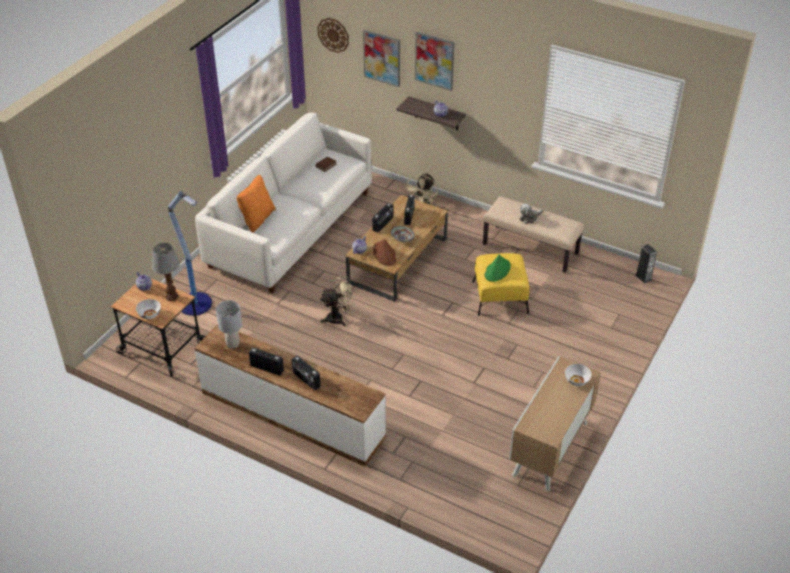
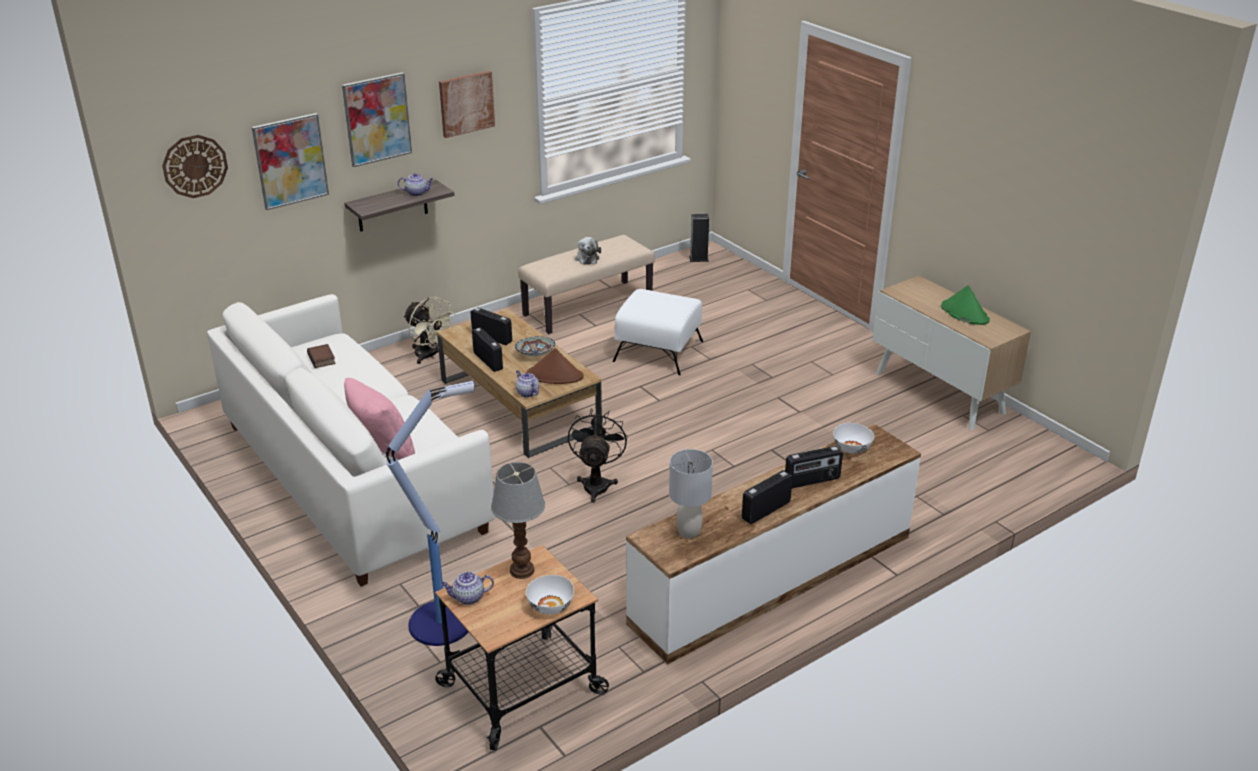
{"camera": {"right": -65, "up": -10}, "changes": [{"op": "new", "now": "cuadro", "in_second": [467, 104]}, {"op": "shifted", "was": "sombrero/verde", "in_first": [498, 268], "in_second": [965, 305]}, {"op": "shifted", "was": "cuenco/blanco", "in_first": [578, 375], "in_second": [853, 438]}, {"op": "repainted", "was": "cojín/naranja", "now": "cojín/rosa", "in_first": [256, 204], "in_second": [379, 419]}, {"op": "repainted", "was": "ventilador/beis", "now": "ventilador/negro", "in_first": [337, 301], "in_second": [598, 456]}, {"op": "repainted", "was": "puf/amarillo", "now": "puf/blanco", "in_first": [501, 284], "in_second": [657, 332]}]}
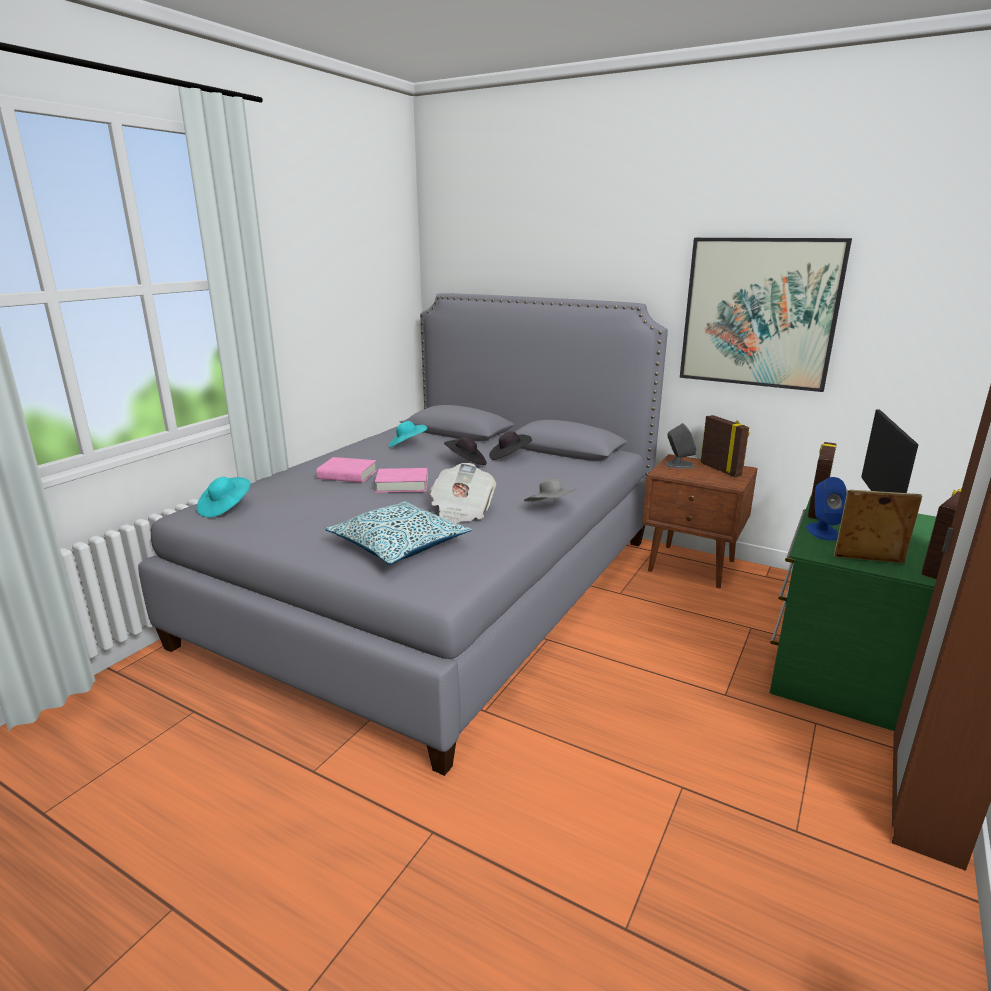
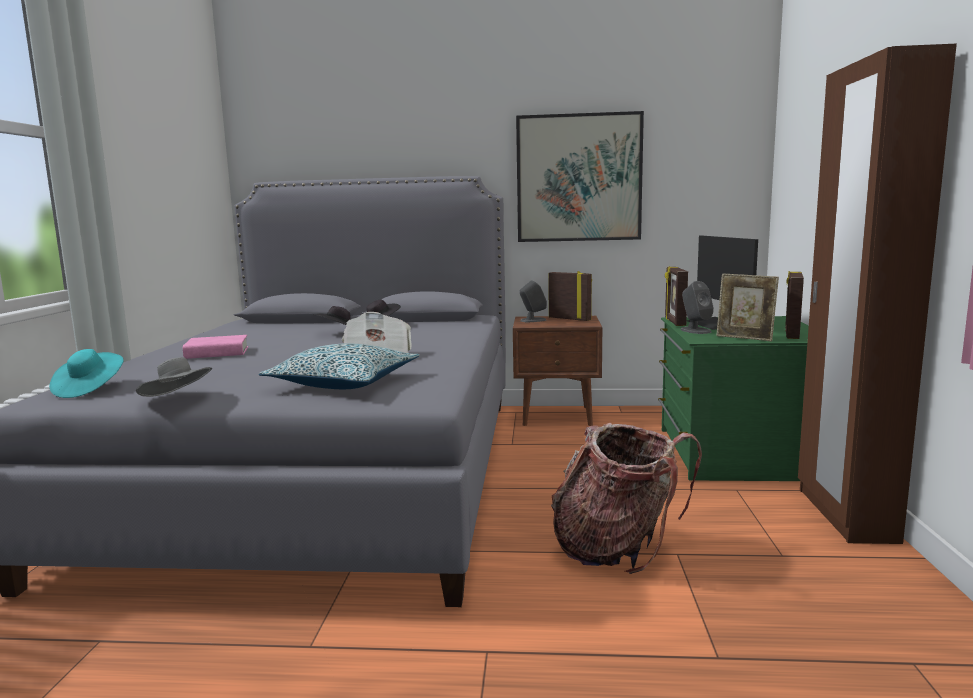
{"camera": {"right": -25, "up": -10}, "changes": [{"op": "gone", "was": "libro/rosa", "in_first": [401, 480]}, {"op": "gone", "was": "sombrero/turquesa", "in_first": [407, 434]}, {"op": "new", "now": "mochila", "in_second": [626, 498]}, {"op": "shifted", "was": "sombrero/gris", "in_first": [550, 490], "in_second": [174, 377]}, {"op": "repainted", "was": "altavoz/azul", "now": "altavoz/gris", "in_first": [826, 509], "in_second": [697, 307]}, {"op": "rotated", "was": "portarretratos", "in_first": [878, 527], "in_second": [747, 307], "clockwise": -135}]}
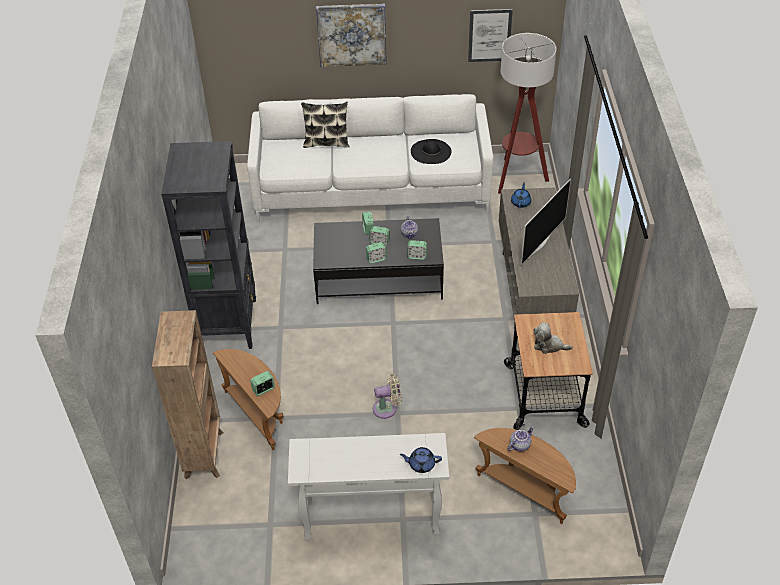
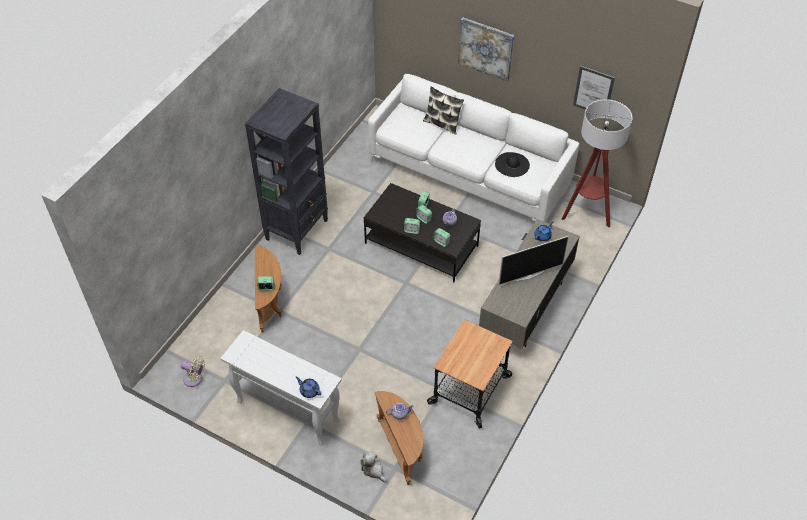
{"camera": {"right": 30, "up": 5}, "changes": [{"op": "gone", "was": "estantería/marrón", "in_first": [188, 394]}, {"op": "shifted", "was": "ventilador/beis", "in_first": [387, 396], "in_second": [193, 371]}, {"op": "shifted", "was": "peluche", "in_first": [553, 338], "in_second": [373, 467]}]}
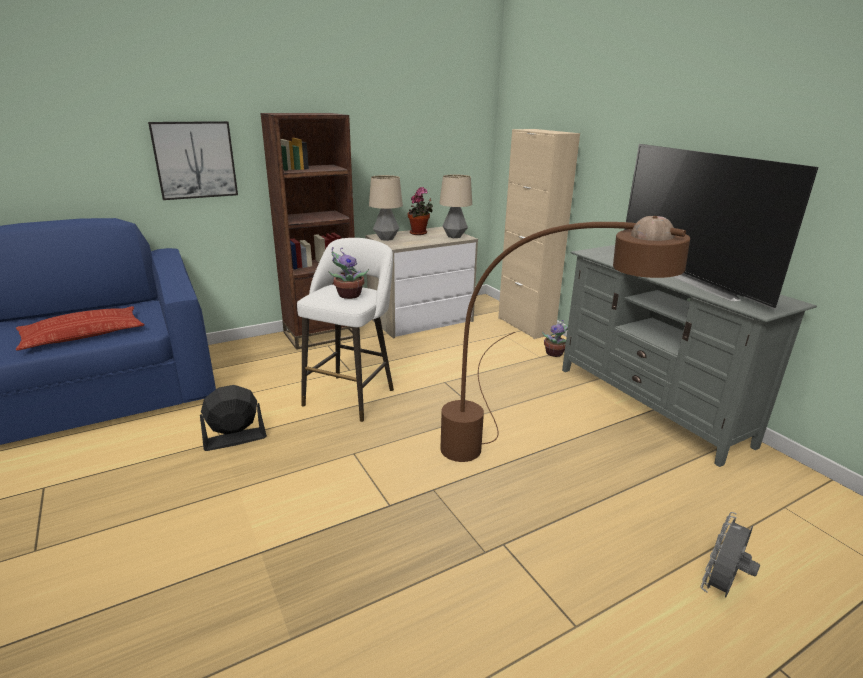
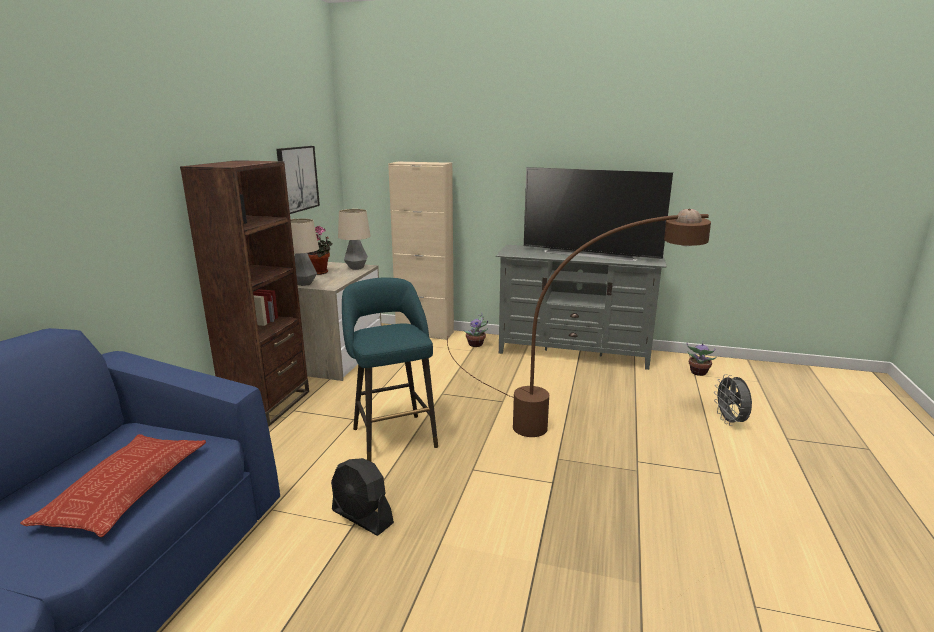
{"camera": {"right": -45, "up": -5}, "changes": [{"op": "shifted", "was": "cuadro", "in_first": [193, 160], "in_second": [298, 180]}, {"op": "shifted", "was": "planta en maceta", "in_first": [348, 273], "in_second": [701, 358]}, {"op": "repainted", "was": "taburete/blanco", "now": "taburete/turquesa", "in_first": [345, 330], "in_second": [390, 370]}, {"op": "rotated", "was": "ventilador/negro", "in_first": [233, 418], "in_second": [362, 497], "clockwise": -75}]}
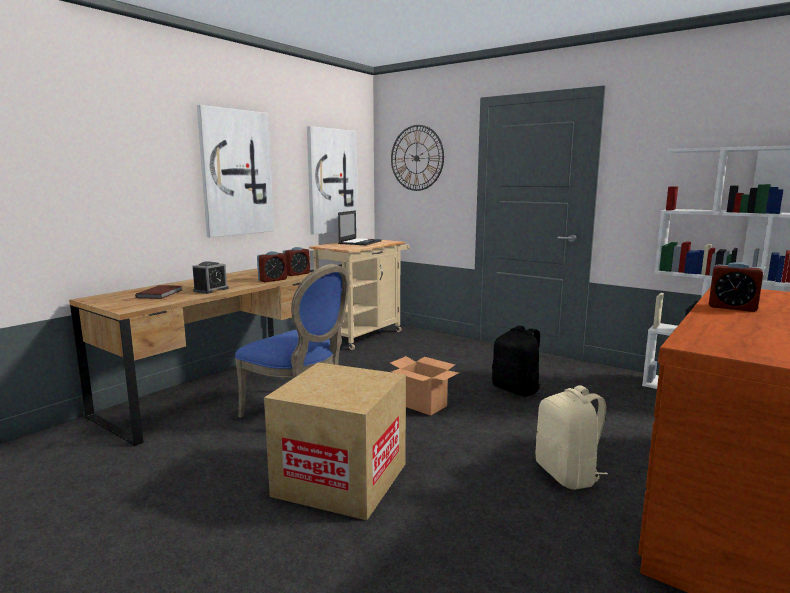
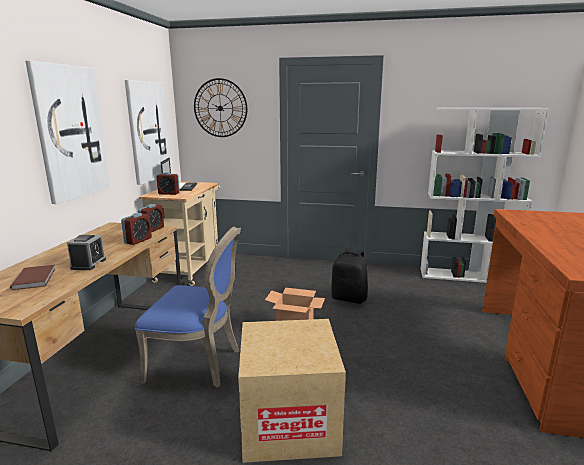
{"camera": {"right": -25, "up": 5}, "changes": [{"op": "gone", "was": "mochila/beis", "in_first": [572, 437]}, {"op": "shifted", "was": "despertador", "in_first": [736, 287], "in_second": [168, 183]}]}
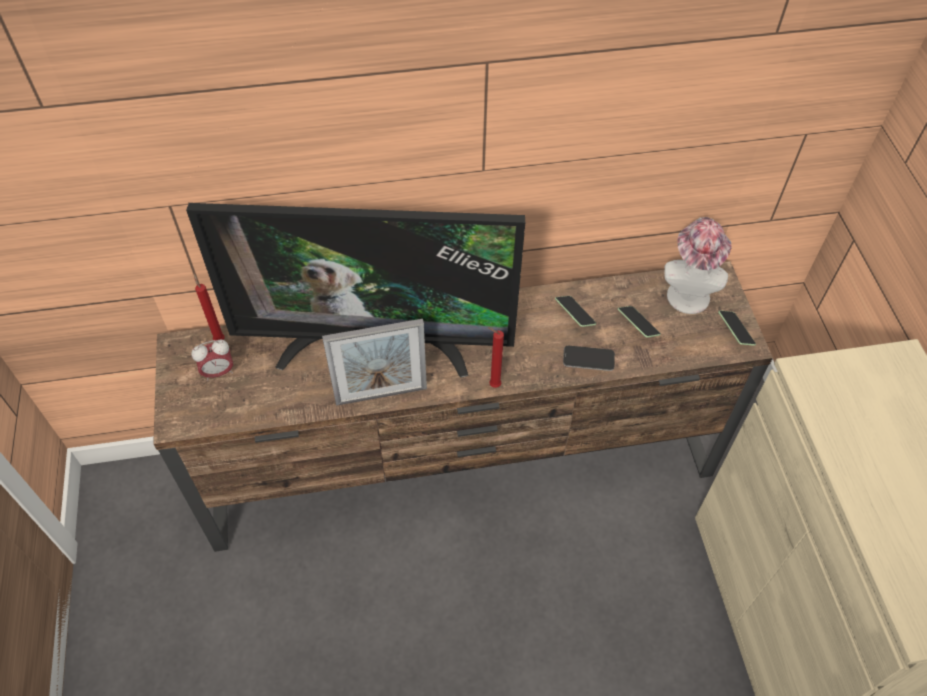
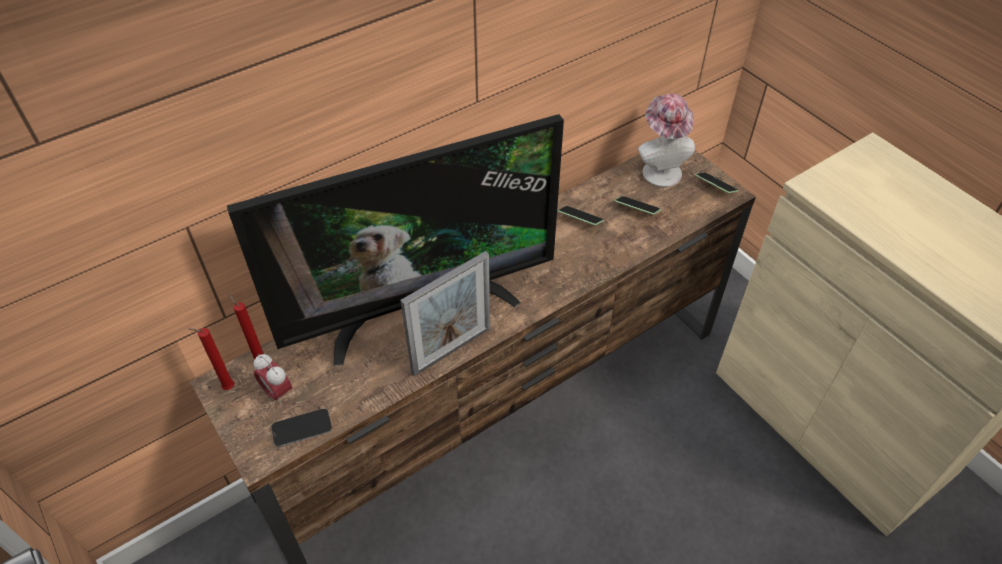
{"camera": {"right": -25, "up": -5}, "changes": [{"op": "shifted", "was": "vela/rojo", "in_first": [496, 357], "in_second": [211, 359]}, {"op": "shifted", "was": "móvil", "in_first": [589, 358], "in_second": [301, 428]}, {"op": "rotated", "was": "despertador", "in_first": [212, 360], "in_second": [272, 379], "clockwise": 90}]}
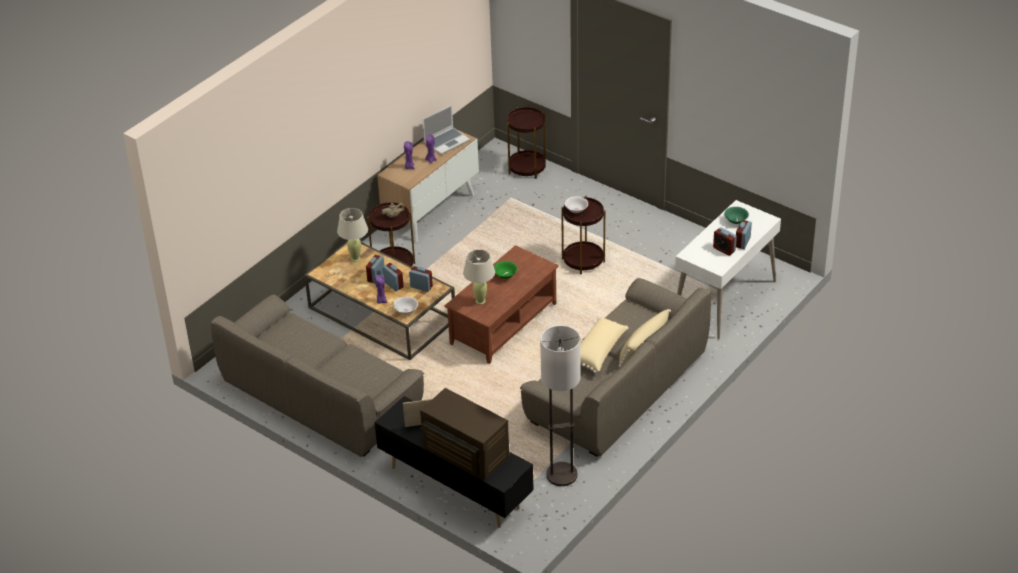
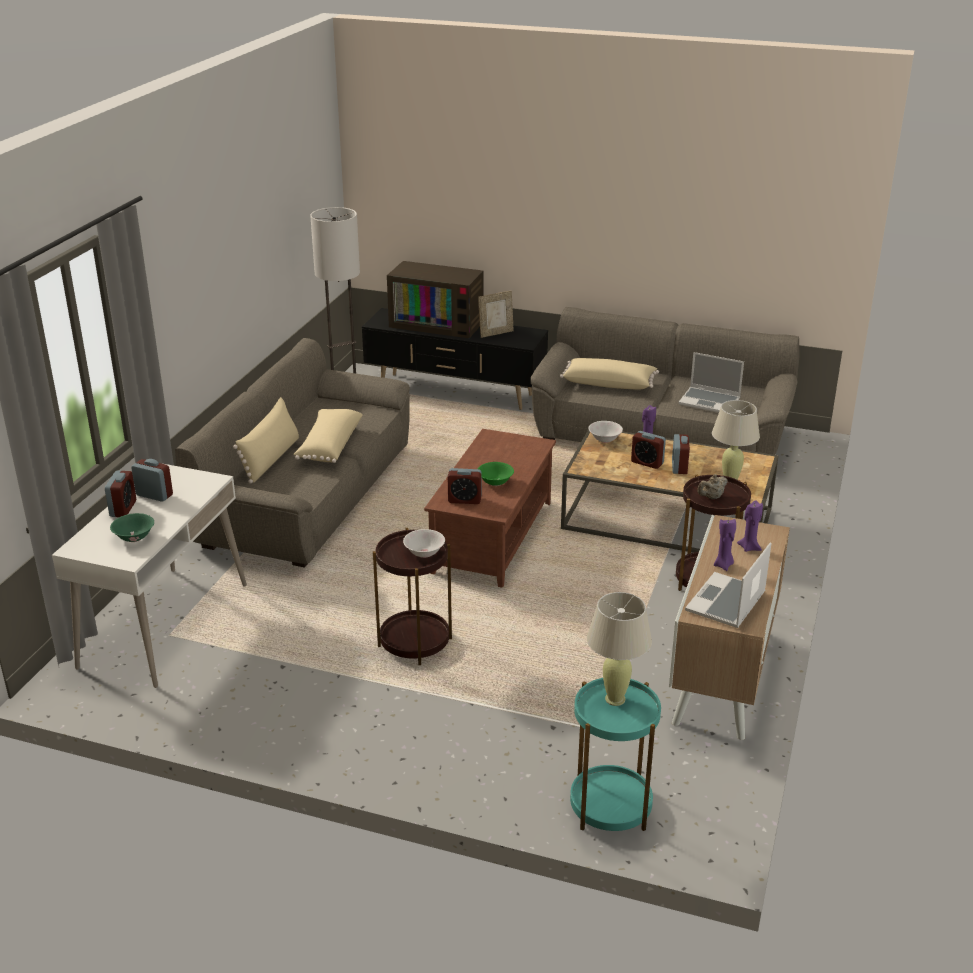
{"camera": {"right": 160, "up": -10}, "changes": [{"op": "new", "now": "cojín/beis", "in_second": [609, 373]}, {"op": "new", "now": "portátil", "in_second": [711, 382]}, {"op": "shifted", "was": "despertador", "in_first": [421, 279], "in_second": [465, 486]}, {"op": "shifted", "was": "lámpara de mesa/beis", "in_first": [479, 277], "in_second": [619, 649]}, {"op": "repainted", "was": "mesa auxiliar/marrón", "now": "mesa auxiliar/turquesa", "in_first": [526, 143], "in_second": [615, 754]}]}
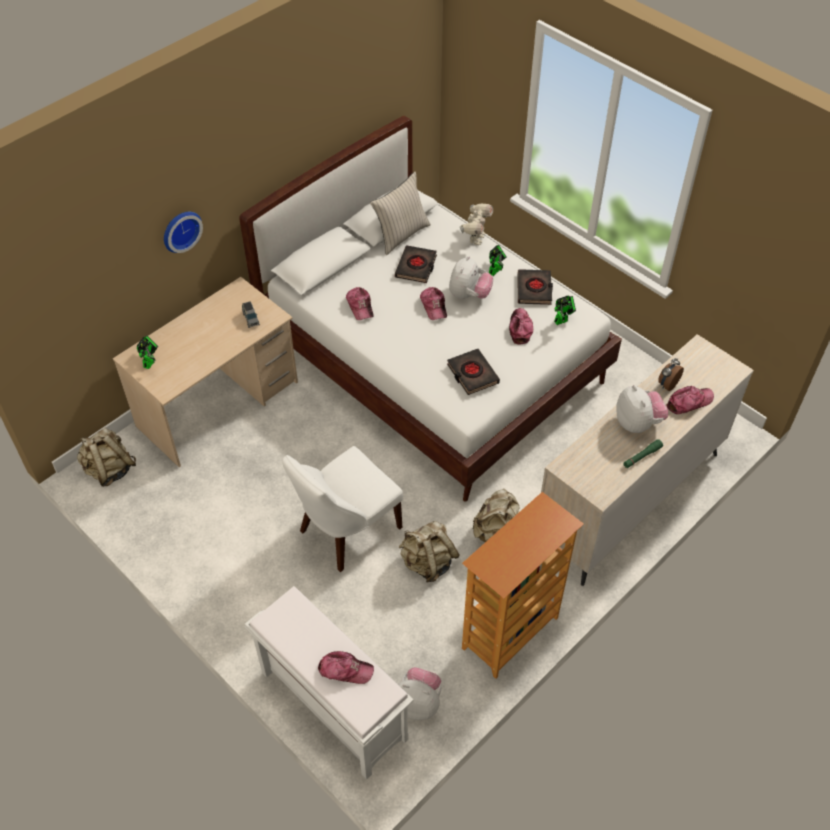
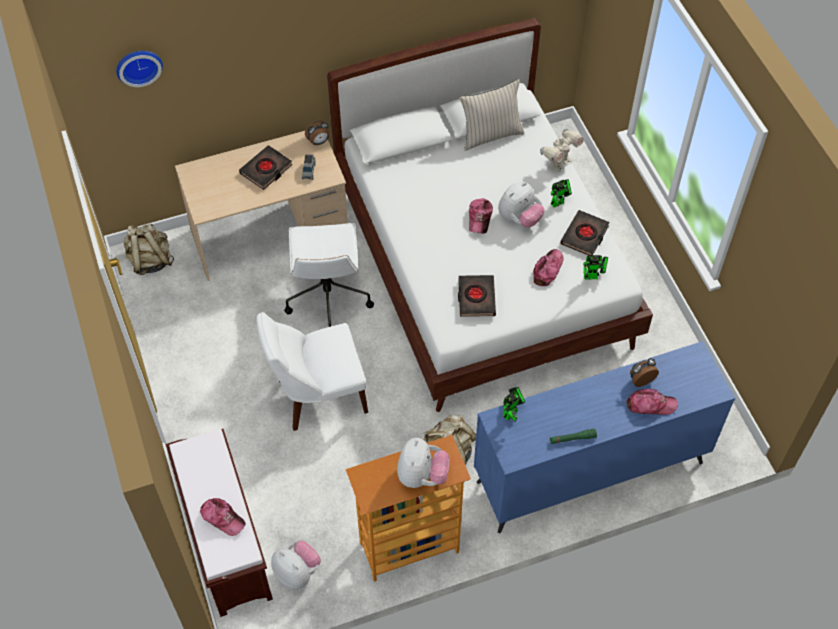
{"camera": {"right": 25, "up": 5}, "changes": [{"op": "gone", "was": "gorra", "in_first": [360, 303]}, {"op": "gone", "was": "mochila/beis", "in_first": [429, 552]}, {"op": "new", "now": "silla de oficina/blanco", "in_second": [329, 275]}, {"op": "new", "now": "despertador", "in_second": [317, 132]}, {"op": "shifted", "was": "robot de juguete", "in_first": [147, 352], "in_second": [514, 404]}, {"op": "shifted", "was": "reloj de pared", "in_first": [183, 232], "in_second": [139, 69]}, {"op": "shifted", "was": "libro/negro", "in_first": [416, 264], "in_second": [266, 167]}, {"op": "shifted", "was": "peluche", "in_first": [642, 409], "in_second": [423, 463]}, {"op": "repainted", "was": "banco/blanco", "now": "banco/marrón", "in_first": [329, 683], "in_second": [219, 523]}, {"op": "repainted", "was": "cómoda/beis", "now": "cómoda/azul", "in_first": [647, 460], "in_second": [605, 437]}]}
